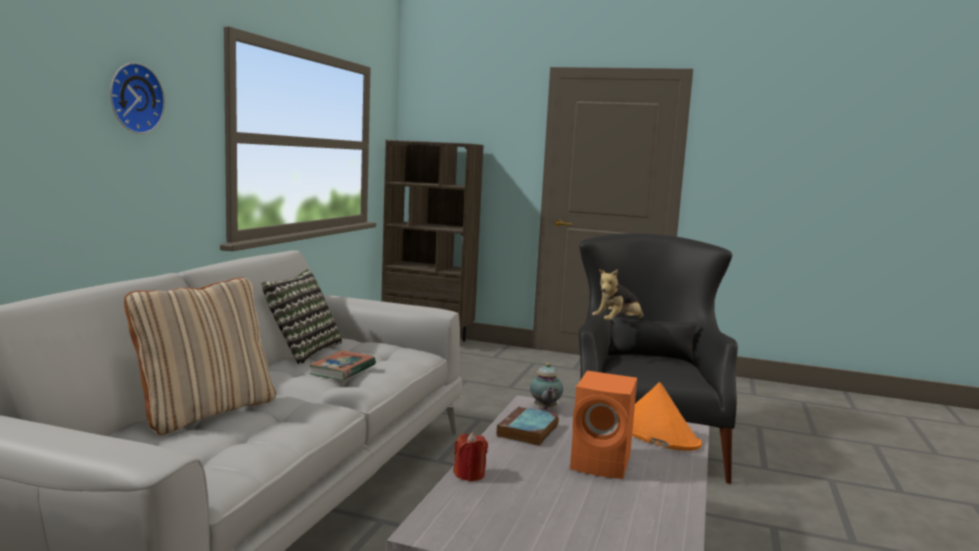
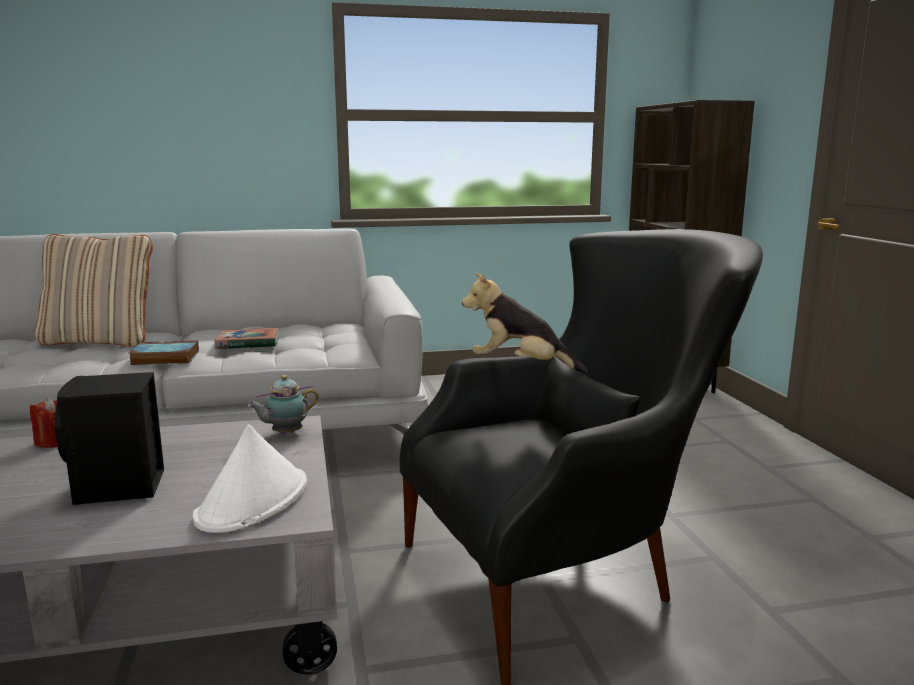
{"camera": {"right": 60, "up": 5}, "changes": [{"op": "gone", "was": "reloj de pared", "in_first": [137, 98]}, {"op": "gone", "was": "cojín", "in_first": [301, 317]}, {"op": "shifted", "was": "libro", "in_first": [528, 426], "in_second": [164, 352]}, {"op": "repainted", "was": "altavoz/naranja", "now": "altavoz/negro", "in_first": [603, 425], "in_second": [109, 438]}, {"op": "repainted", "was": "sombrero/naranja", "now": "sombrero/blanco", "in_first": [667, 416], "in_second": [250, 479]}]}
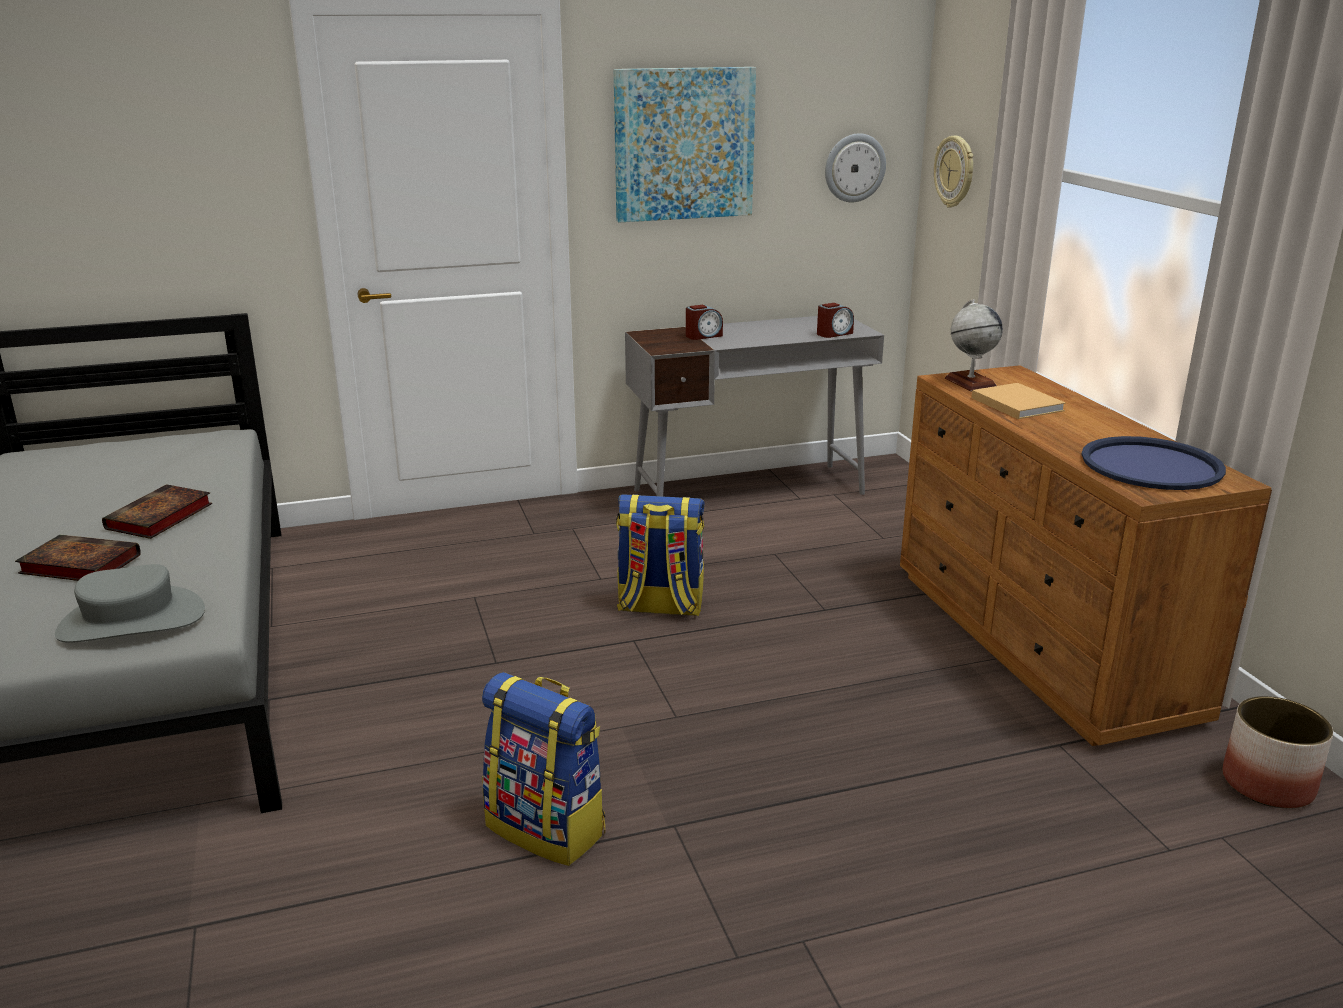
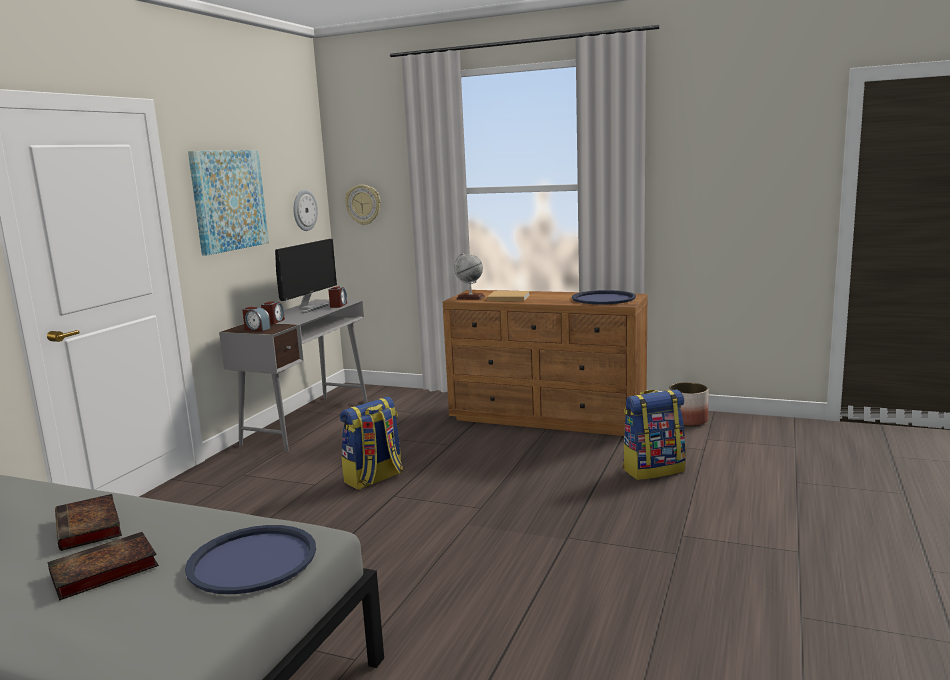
{"camera": {"right": -50, "up": -10}, "changes": [{"op": "new", "now": "despertador", "in_second": [257, 319]}, {"op": "new", "now": "monitor", "in_second": [306, 276]}, {"op": "shifted", "was": "mochila", "in_first": [543, 769], "in_second": [654, 435]}, {"op": "swapped", "was": "sombrero/gris", "now": "bandeja/azul", "in_first": [130, 603], "in_second": [250, 559]}]}
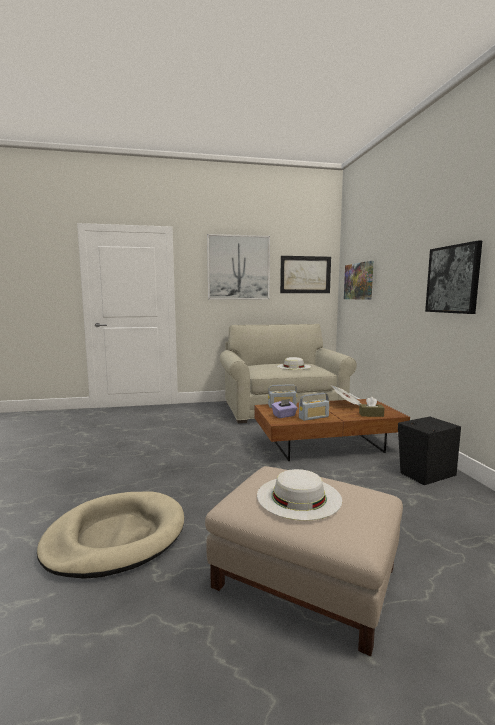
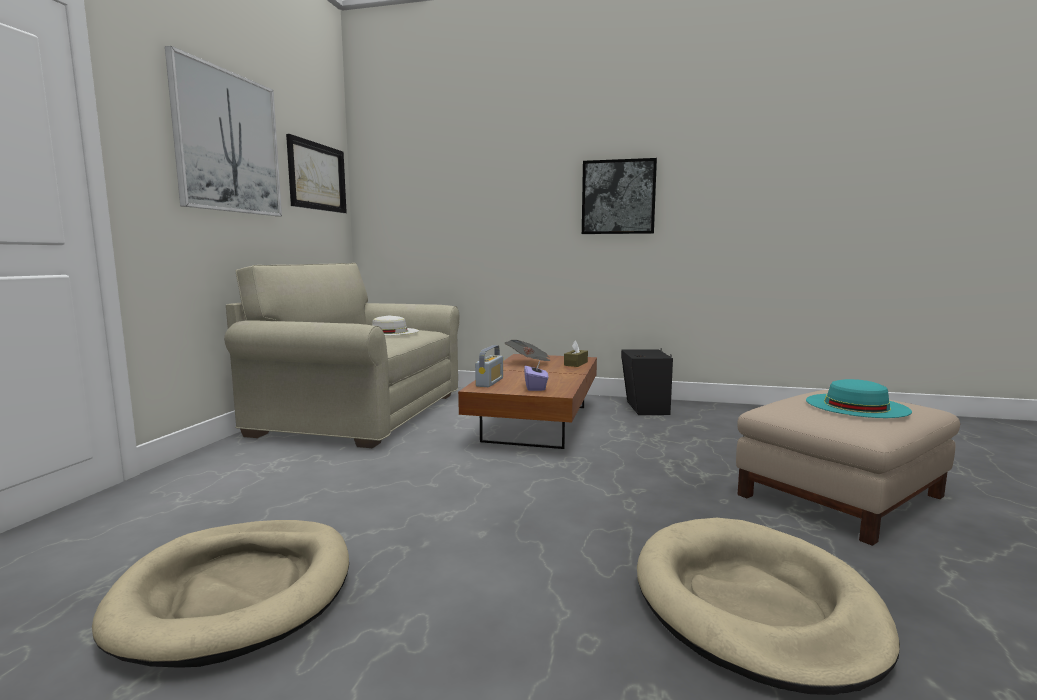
{"camera": {"right": -65, "up": 0}, "changes": [{"op": "gone", "was": "radio", "in_first": [314, 407]}, {"op": "gone", "was": "cuadro", "in_first": [359, 280]}, {"op": "new", "now": "cama para perro/beis", "in_second": [220, 594]}, {"op": "repainted", "was": "sombrero/blanco", "now": "sombrero/turquesa", "in_first": [299, 495], "in_second": [859, 398]}]}
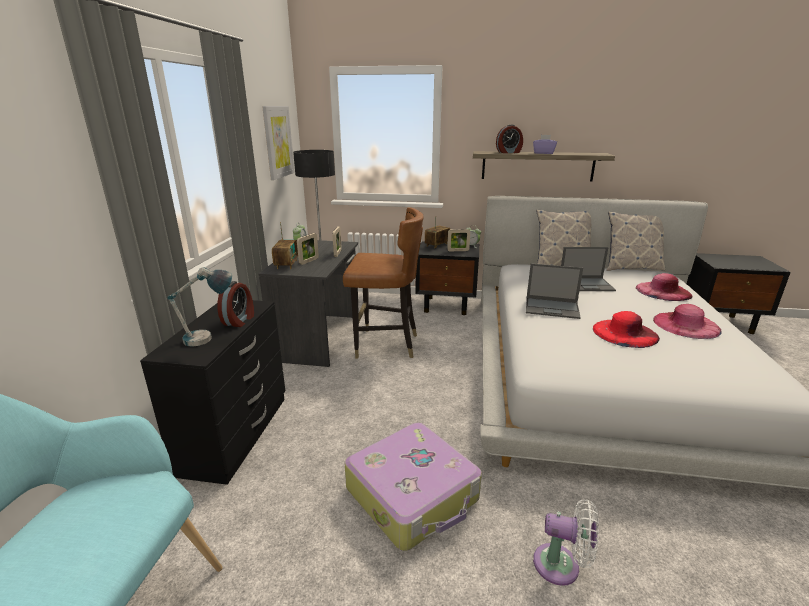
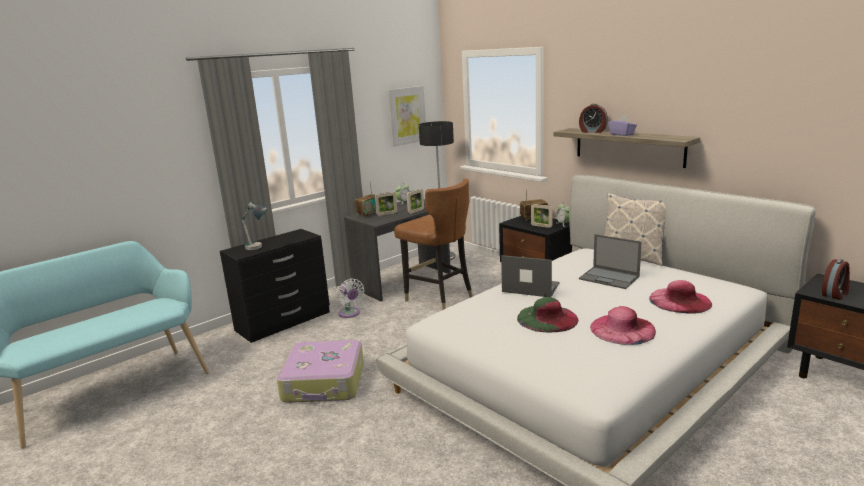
{"camera": {"right": 40, "up": -5}, "changes": [{"op": "gone", "was": "cojín", "in_first": [635, 241]}, {"op": "shifted", "was": "despertador", "in_first": [236, 304], "in_second": [836, 279]}, {"op": "shifted", "was": "ventilador/blanco", "in_first": [566, 542], "in_second": [350, 298]}, {"op": "repainted", "was": "sombrero/rojo", "now": "sombrero/verde", "in_first": [626, 329], "in_second": [548, 314]}, {"op": "rotated", "was": "portátil", "in_first": [554, 291], "in_second": [530, 276], "clockwise": 150}]}
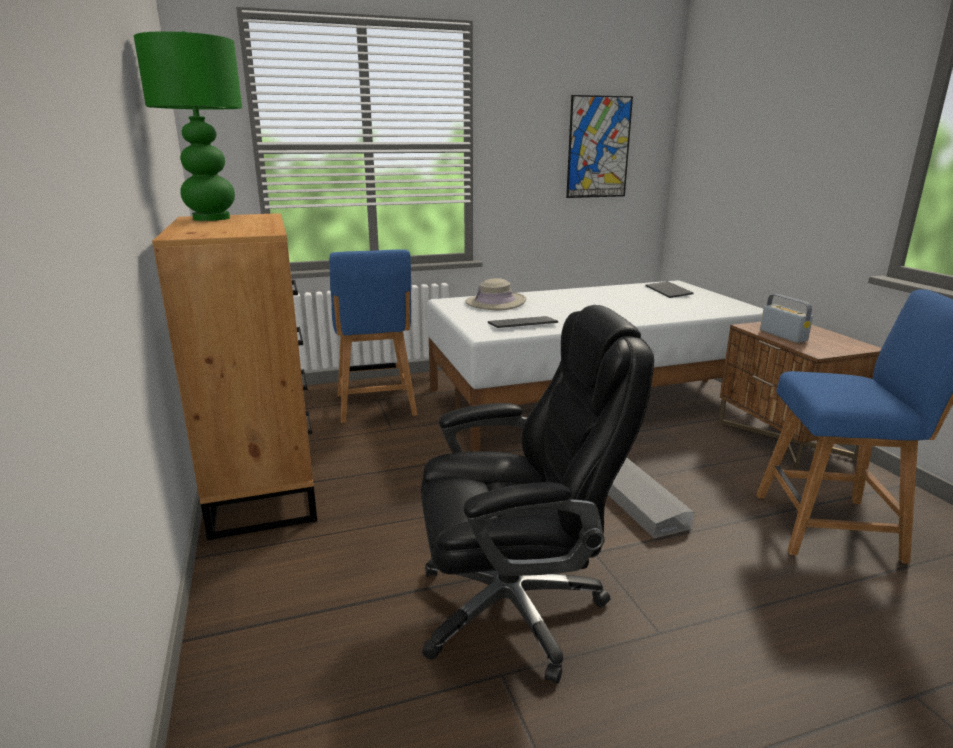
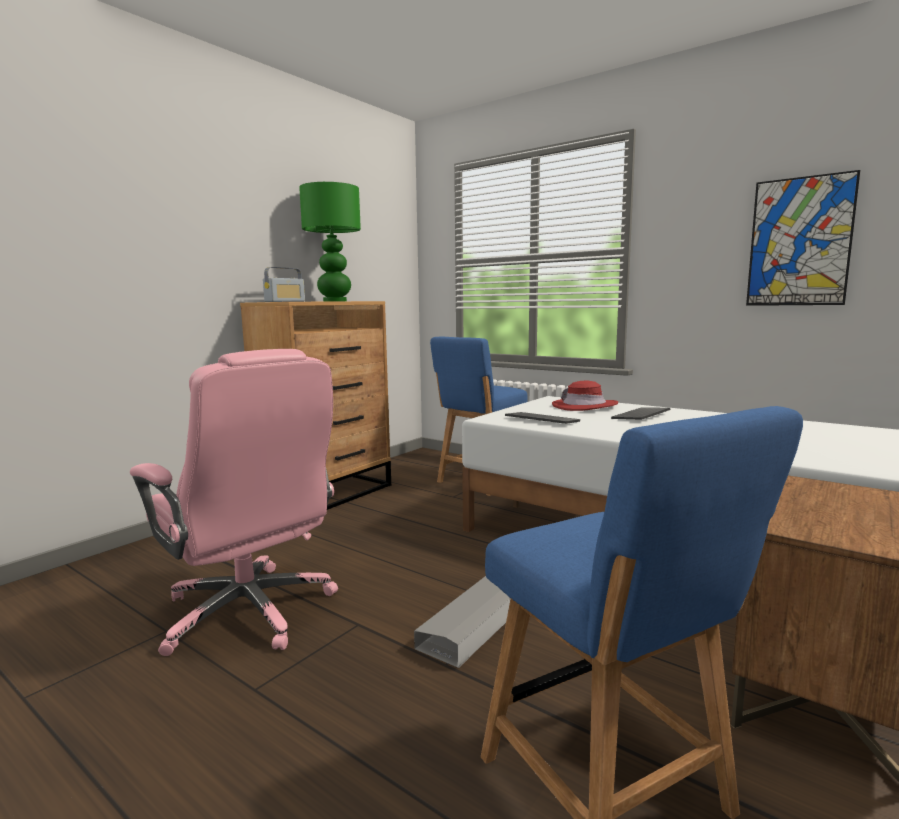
{"camera": {"right": 55, "up": -10}, "changes": [{"op": "shifted", "was": "teclado", "in_first": [669, 289], "in_second": [640, 413]}, {"op": "shifted", "was": "radio", "in_first": [786, 318], "in_second": [284, 284]}, {"op": "repainted", "was": "silla de oficina/negro", "now": "silla de oficina/rosa", "in_first": [537, 494], "in_second": [234, 502]}, {"op": "repainted", "was": "sombrero/beis", "now": "sombrero/rojo", "in_first": [496, 294], "in_second": [585, 396]}]}
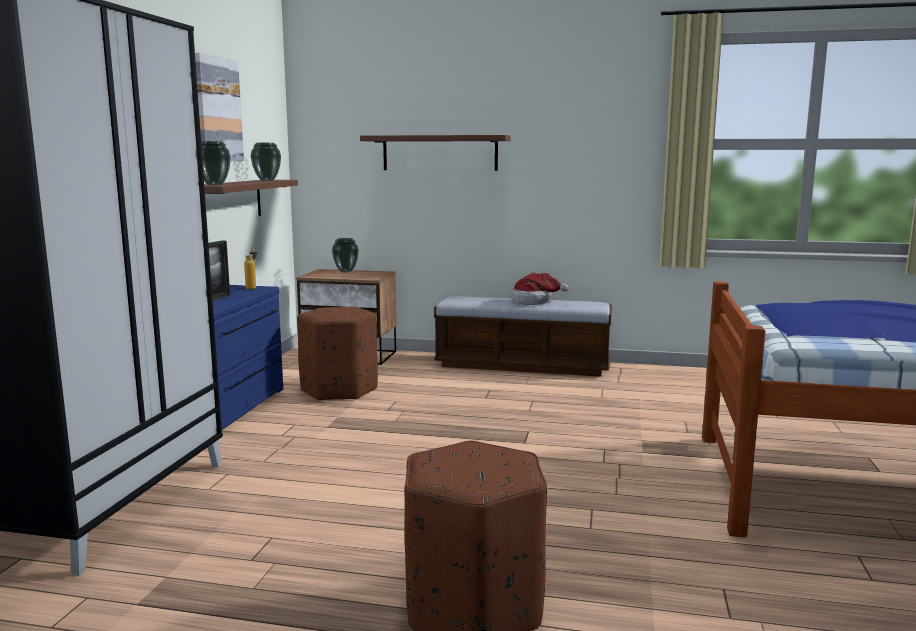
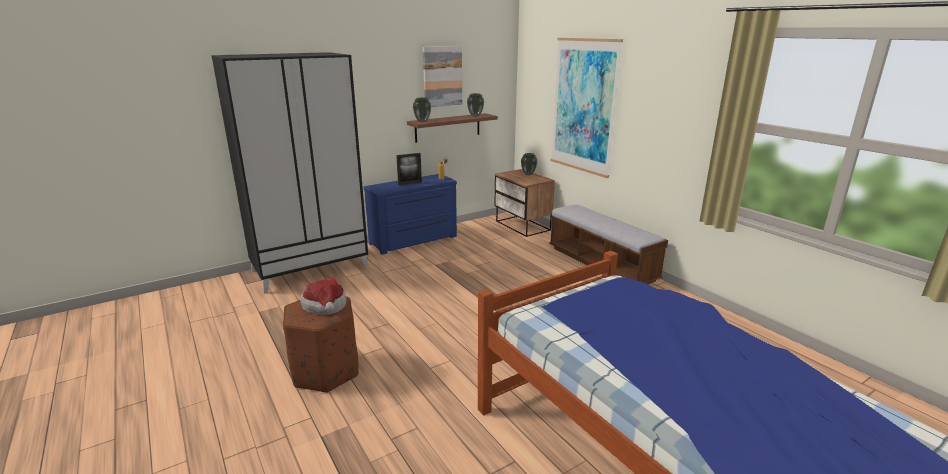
{"camera": {"right": 45, "up": 10}, "changes": [{"op": "gone", "was": "puf/marrón", "in_first": [337, 354]}, {"op": "shifted", "was": "sombrero", "in_first": [540, 289], "in_second": [323, 296]}, {"op": "swapped", "was": "estante/marrón", "now": "cuadro", "in_first": [435, 153], "in_second": [586, 108]}]}
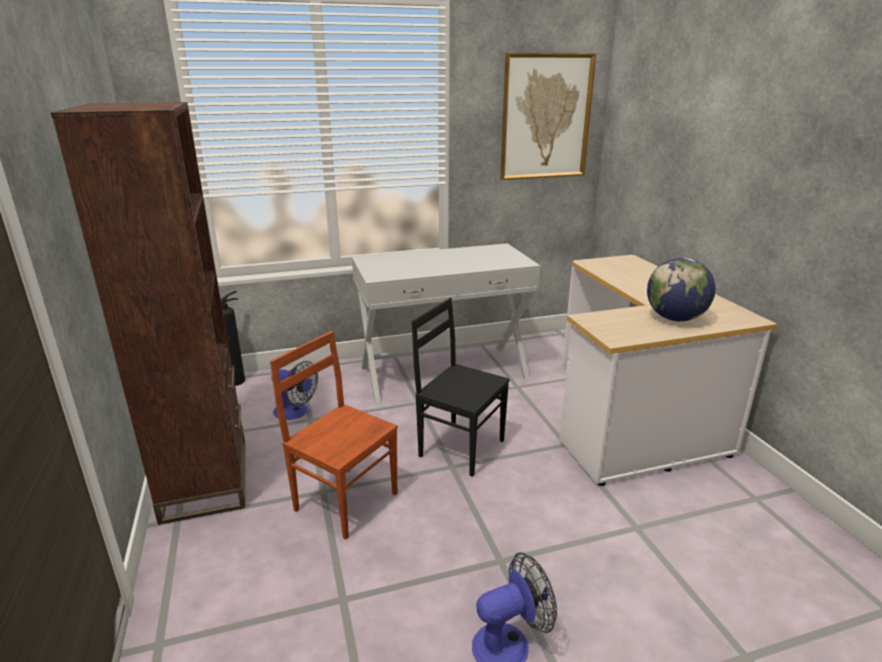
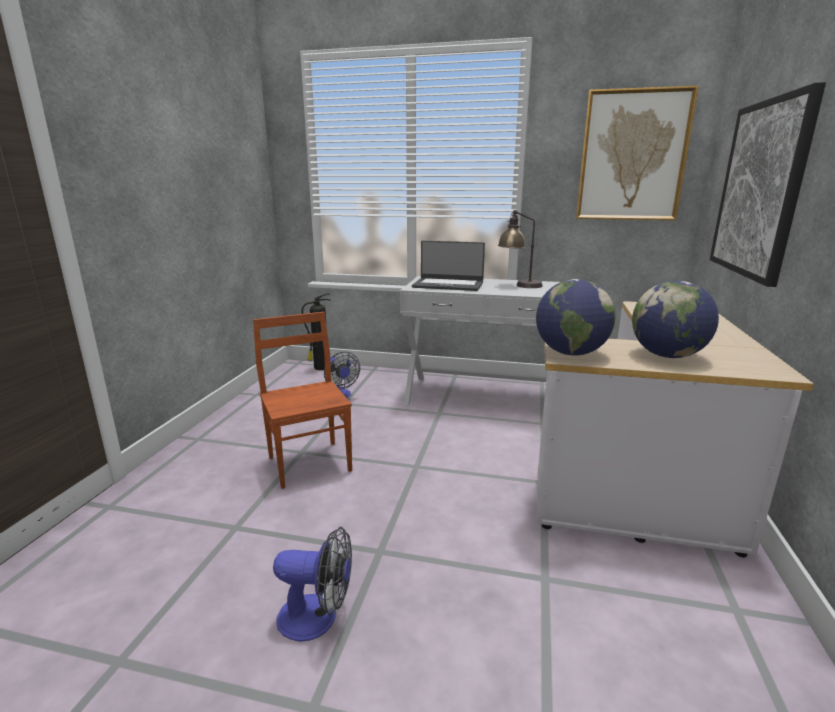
{"camera": {"right": 30, "up": -5}, "changes": [{"op": "gone", "was": "estantería/marrón", "in_first": [148, 313]}, {"op": "gone", "was": "silla/negro", "in_first": [461, 387]}, {"op": "new", "now": "portátil", "in_second": [448, 266]}, {"op": "new", "now": "lámpara de mesa", "in_second": [520, 249]}, {"op": "new", "now": "globo terráqueo", "in_second": [575, 317]}, {"op": "new", "now": "cuadro", "in_second": [768, 184]}]}
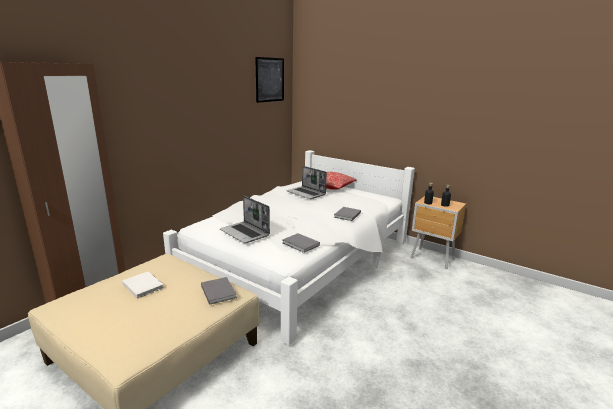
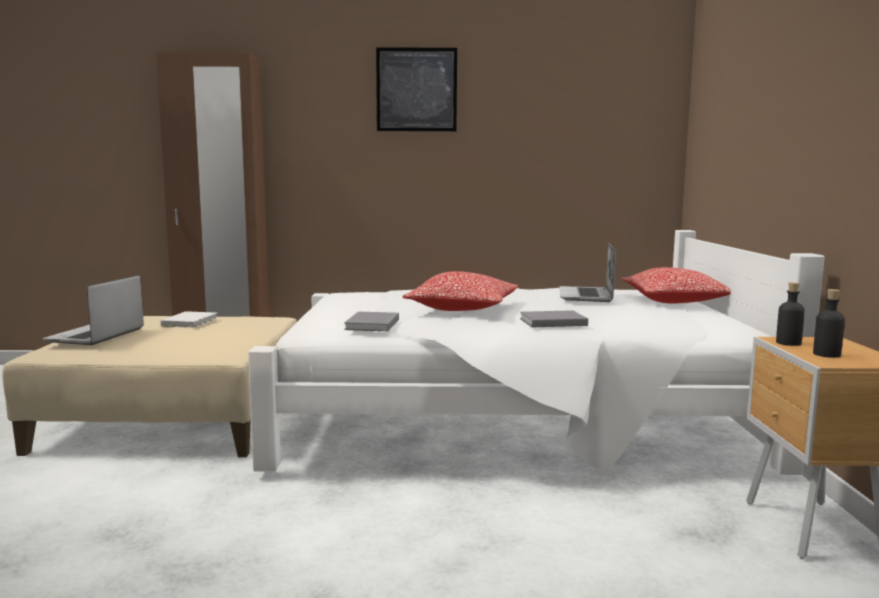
{"camera": {"right": 55, "up": -10}, "changes": [{"op": "gone", "was": "libro/gris", "in_first": [219, 291]}, {"op": "new", "now": "cojín", "in_second": [460, 291]}, {"op": "shifted", "was": "portátil", "in_first": [245, 219], "in_second": [93, 310]}, {"op": "shifted", "was": "cuadro", "in_first": [269, 80], "in_second": [416, 89]}]}
